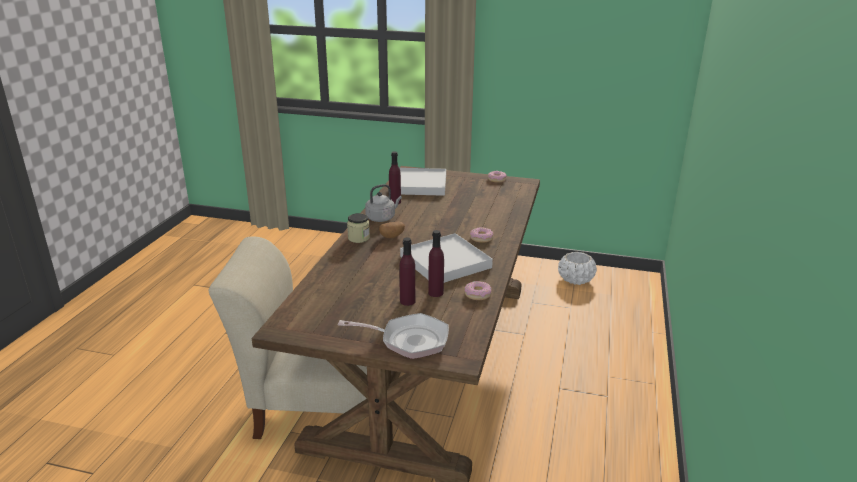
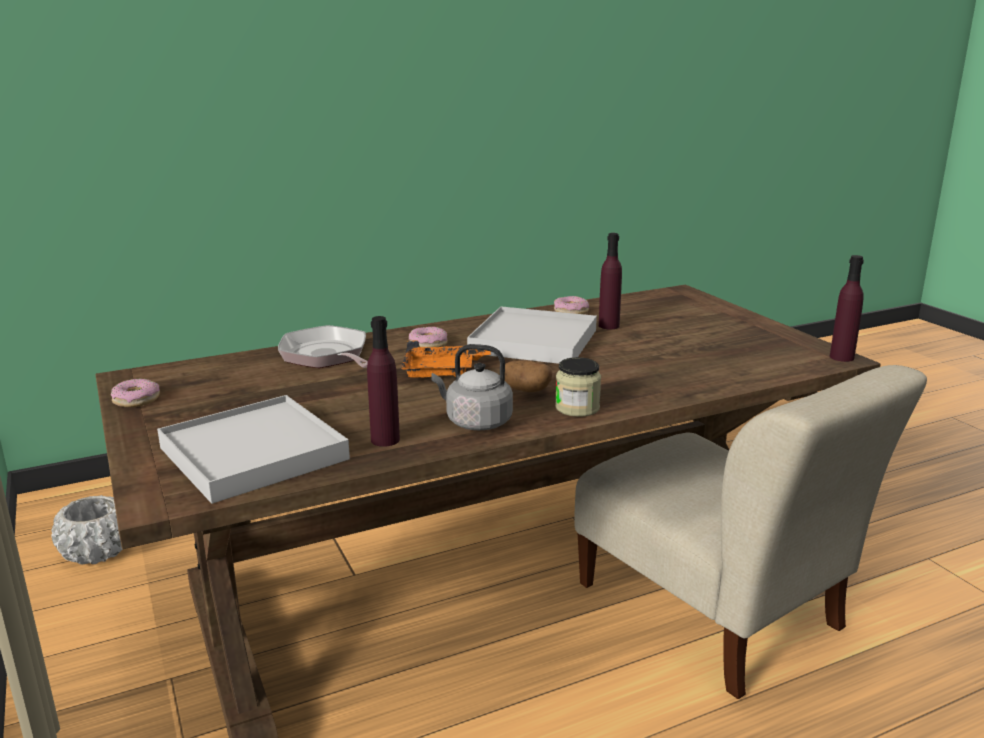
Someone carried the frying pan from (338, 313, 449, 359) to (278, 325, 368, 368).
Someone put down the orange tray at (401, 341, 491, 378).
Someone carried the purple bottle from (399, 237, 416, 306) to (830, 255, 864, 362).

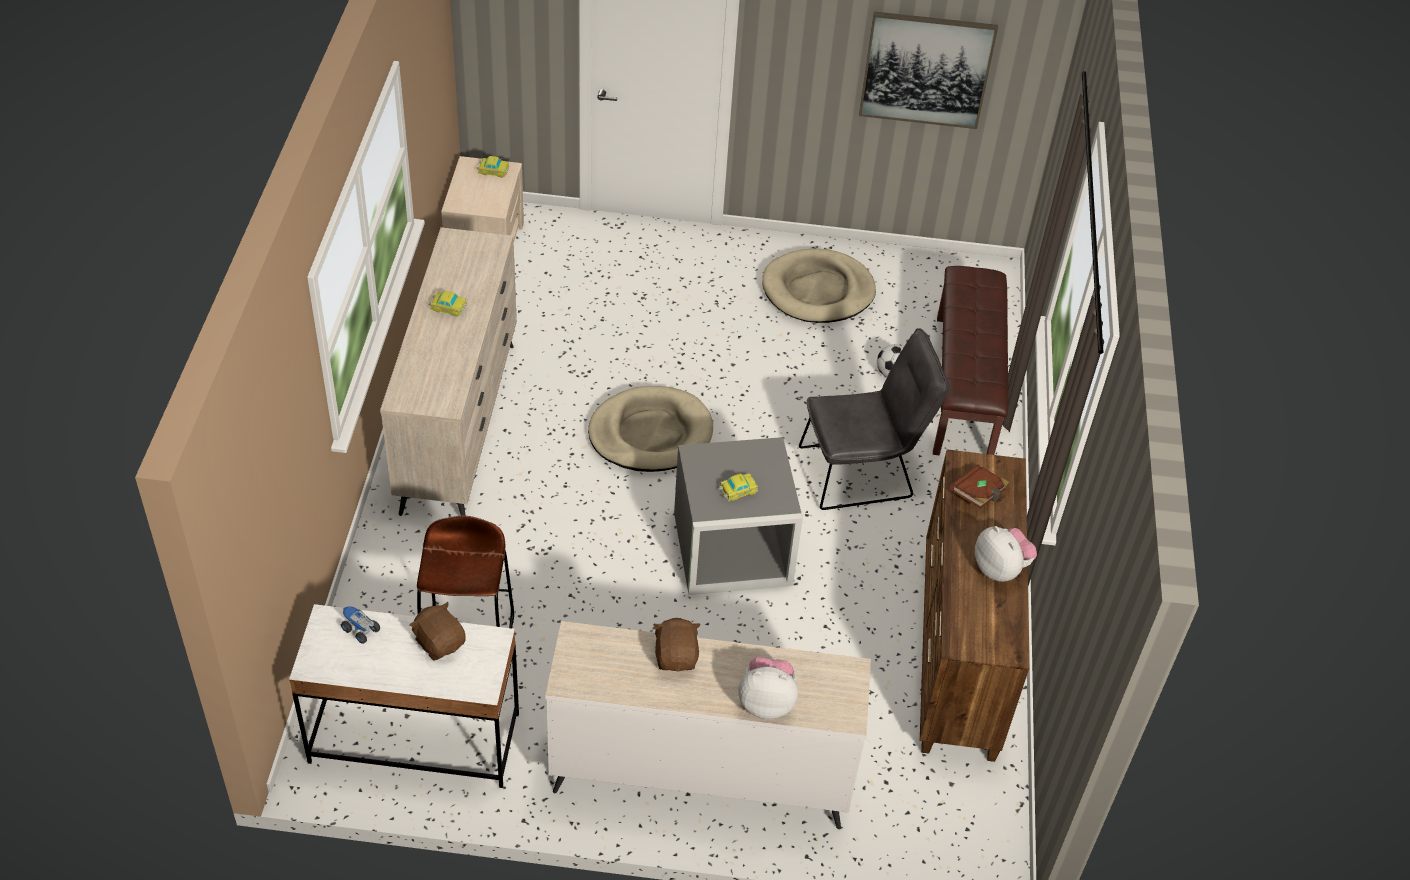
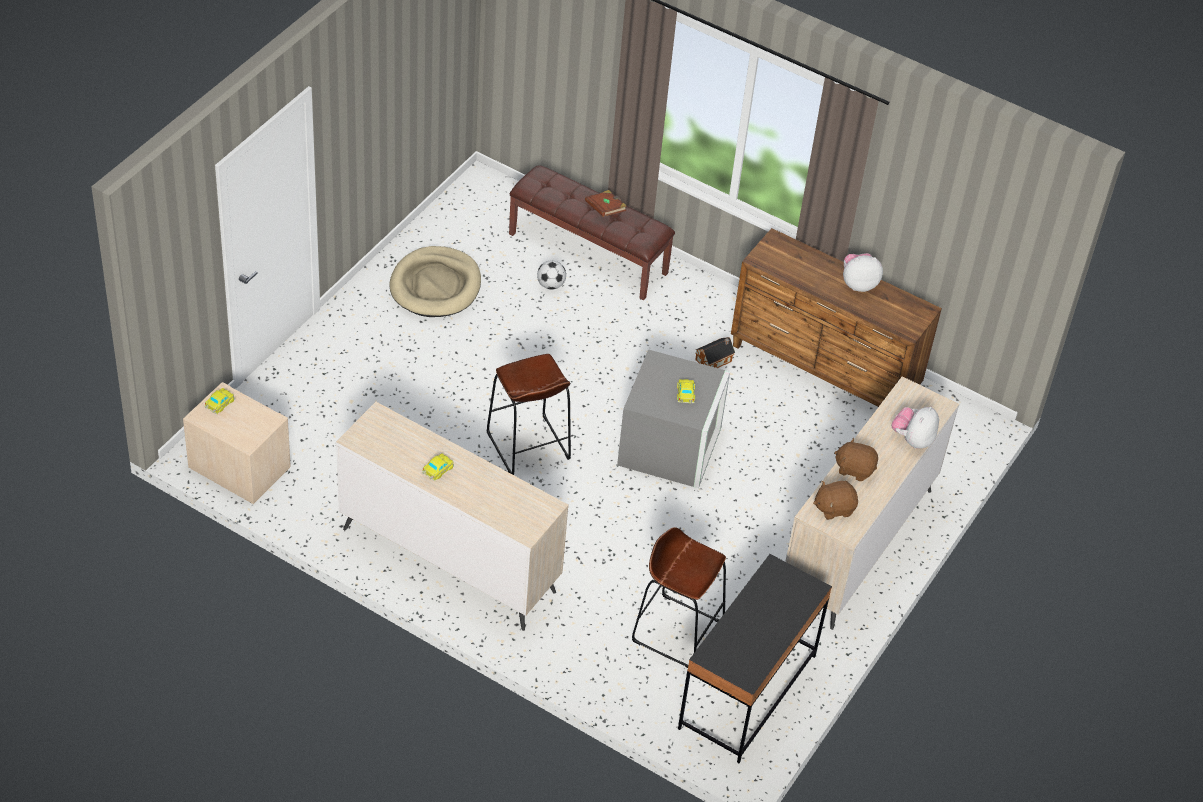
Someone swapped the beige dog bed at (588, 386, 713, 472) for the brown stool at (487, 354, 571, 475).
Someone carried the brown book from (949, 465, 1010, 509) to (585, 190, 626, 217).
Someone repainted the white desk at (289, 604, 519, 788), which became the black desk at (678, 554, 832, 763).
Someone put down the toy house at (695, 337, 735, 368).
Someone carried the brown plush toy from (410, 602, 466, 660) to (813, 481, 858, 520).
Someone took away the toy truck at (341, 606, 380, 644).
Someone took away the grey chair at (799, 328, 950, 510).
Someone took away the picture at (859, 11, 998, 129).

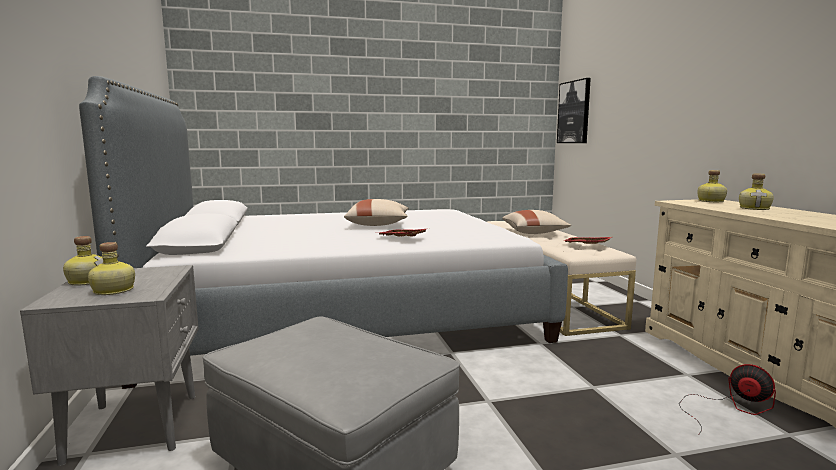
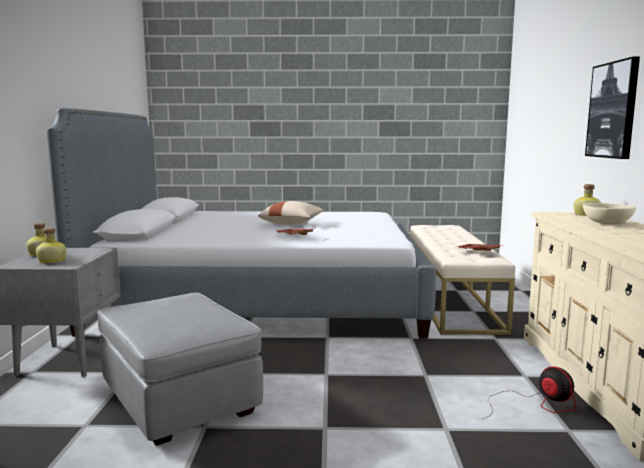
Someone swapped the bottle at (739, 174, 774, 210) for the beige bowl at (583, 203, 636, 225).
Someone carried the picture from (557, 78, 591, 143) to (585, 57, 640, 159).
Someone took away the beige pillow at (502, 210, 571, 234).

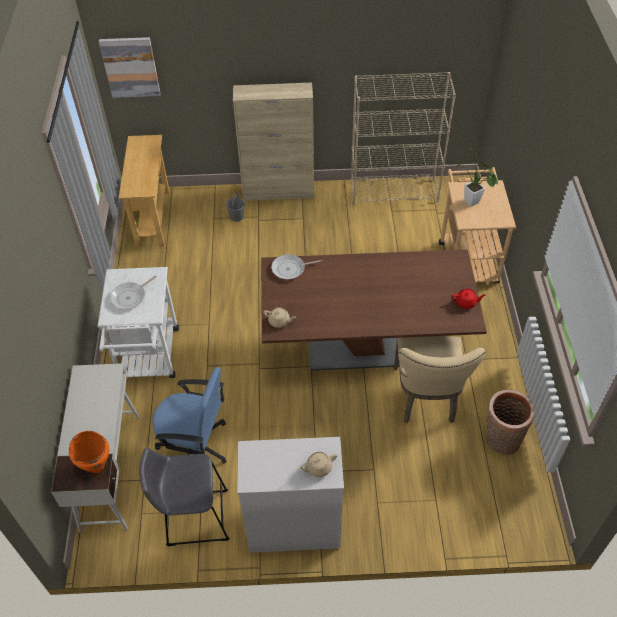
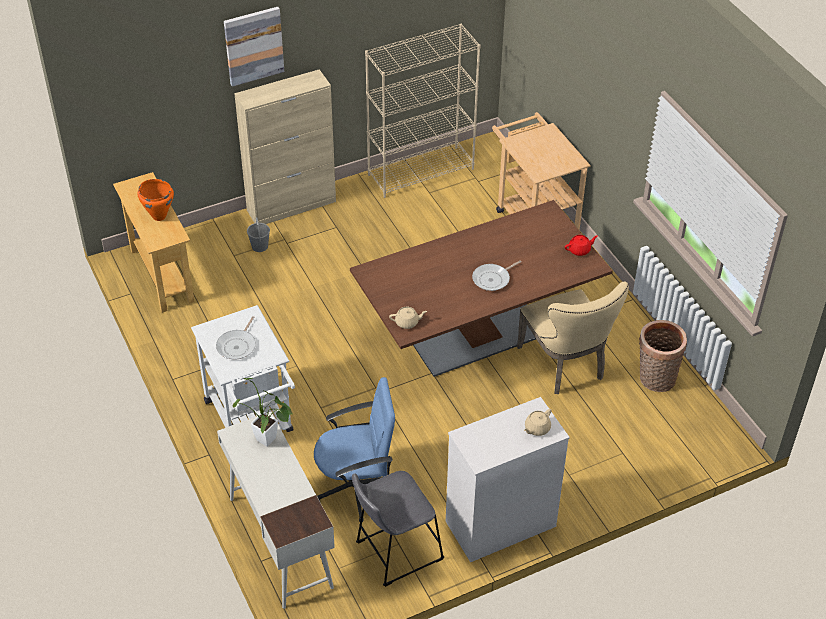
Someone carried the orange cooking pot from (69, 431, 109, 473) to (138, 179, 174, 221).
Someone carried the picture from (99, 37, 161, 98) to (224, 7, 284, 87).
Someone carried the potted plant from (456, 149, 498, 207) to (232, 378, 293, 447).
Someone carried the frying pan from (271, 254, 322, 279) to (472, 260, 522, 291).

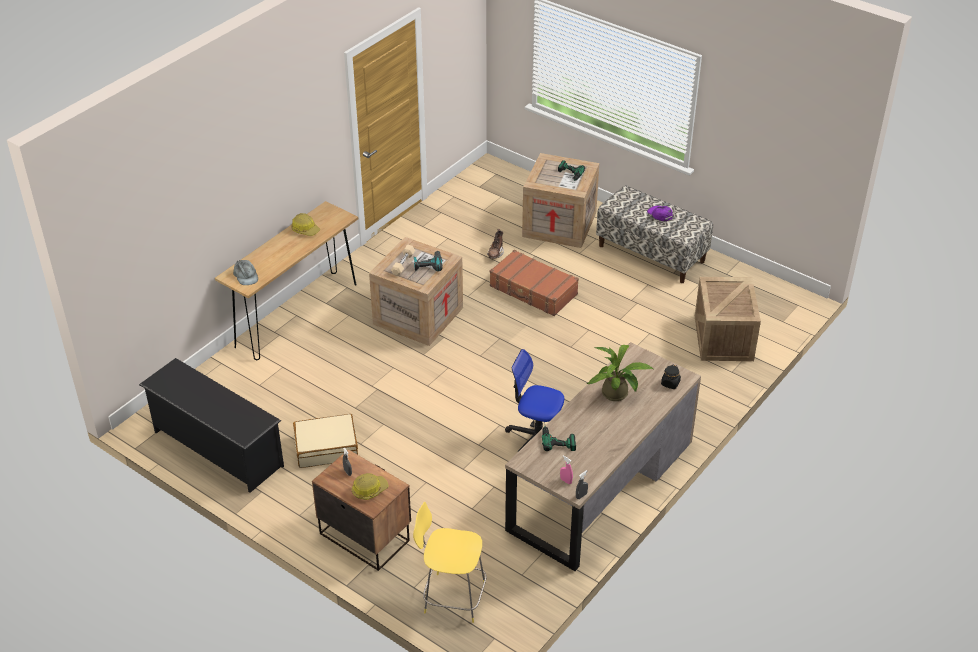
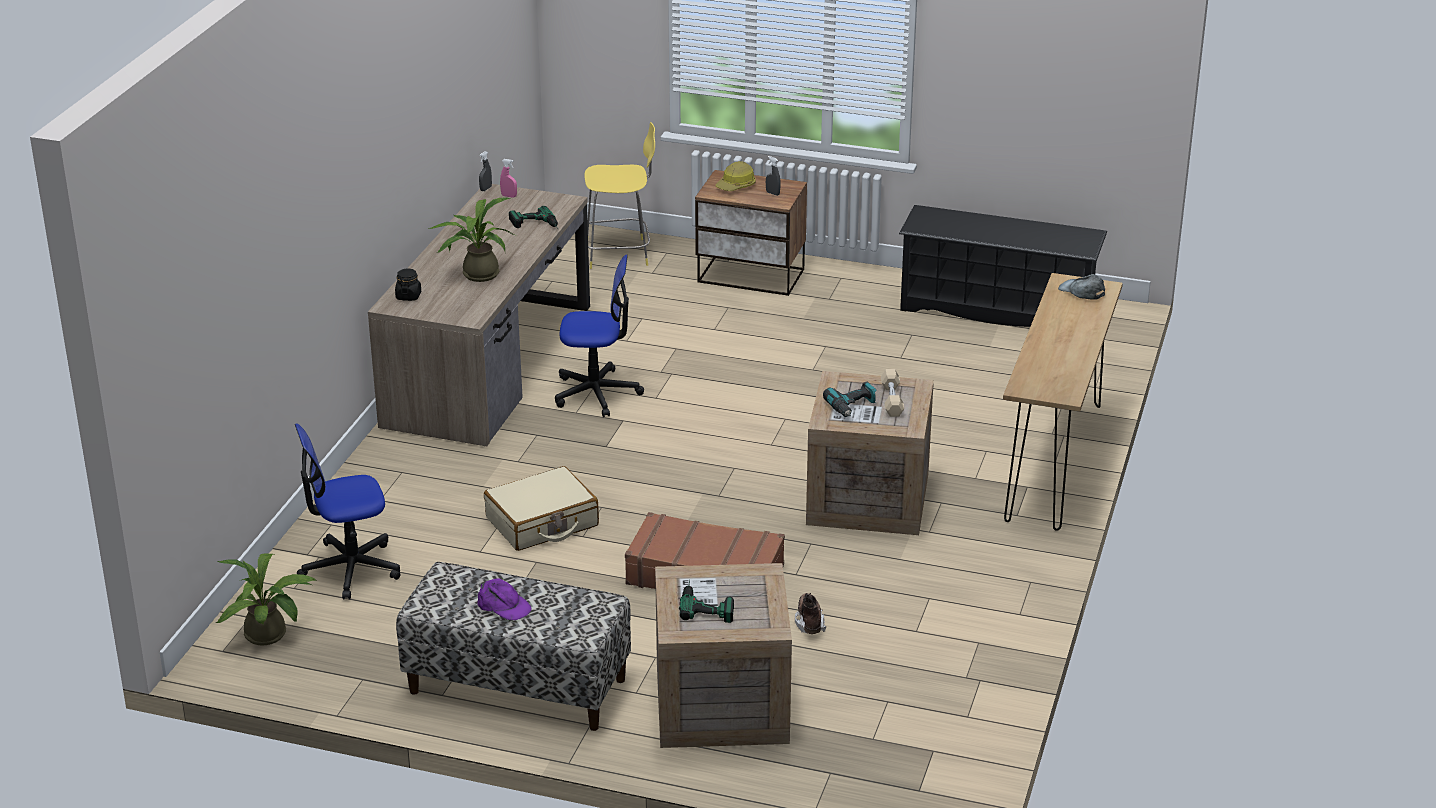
Someone put down the potted plant at (216, 553, 317, 645).
Someone swapped the crate at (695, 277, 761, 361) for the office chair at (295, 424, 401, 599).
Someone carried the beige suitcase from (293, 414, 358, 468) to (484, 466, 599, 551).
Someone took away the hard hat at (291, 213, 320, 236).

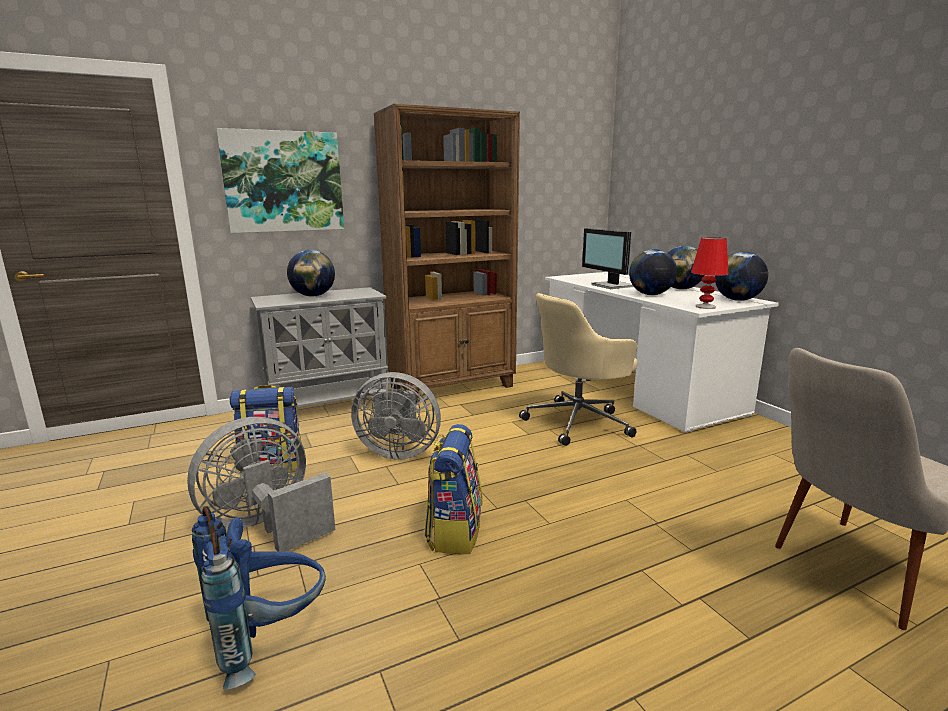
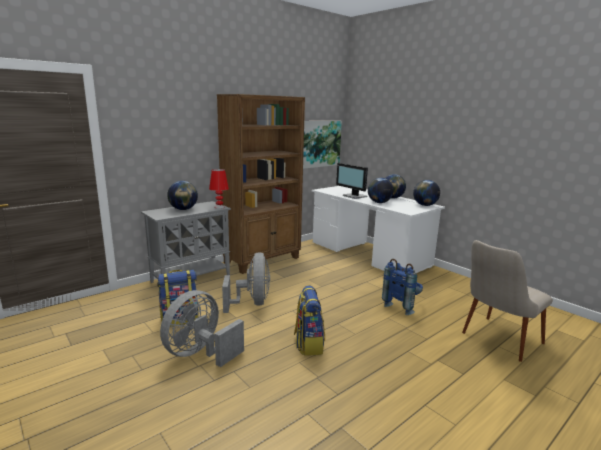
Someone carried the red table lamp from (691, 237, 728, 309) to (209, 169, 229, 209).
Someone rotated the grey fan at (351, 372, 441, 460) by 90 degrees counterclockwise.
Someone carried the picture from (216, 128, 344, 233) to (303, 121, 342, 169).
Someone carried the blue backpack from (192, 506, 326, 689) to (382, 259, 423, 315).
Someone took away the beige office chair at (519, 293, 638, 446).

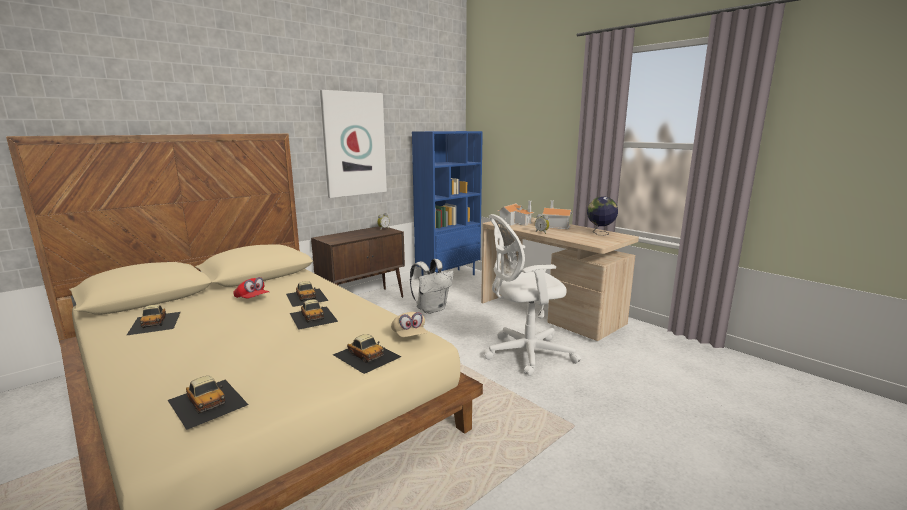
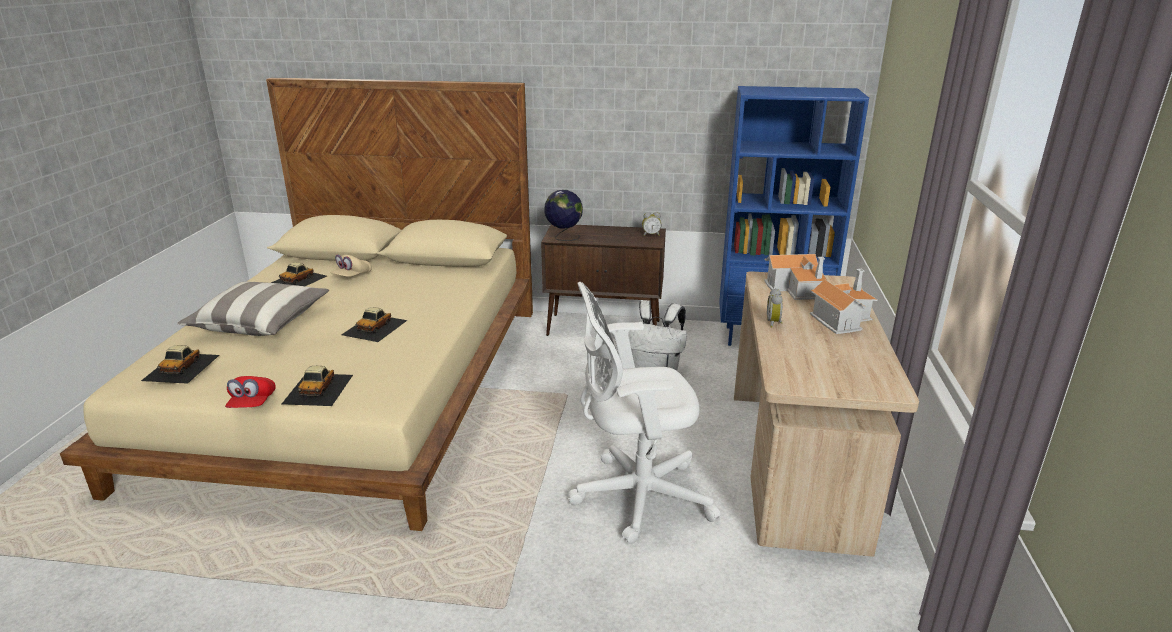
Someone put down the pillow at (177, 282, 329, 336).
Someone carried the red cap from (233, 277, 269, 299) to (225, 376, 276, 408).
Someone carried the beige cap from (391, 312, 427, 337) to (330, 255, 372, 277).
Someone carried the globe from (587, 197, 618, 235) to (544, 190, 583, 241).
Someone rotated the white office chair at (483, 214, 581, 376) by 45 degrees counterclockwise.
Someone took away the toy car at (286, 281, 328, 307).
Someone took away the picture at (320, 90, 387, 198).

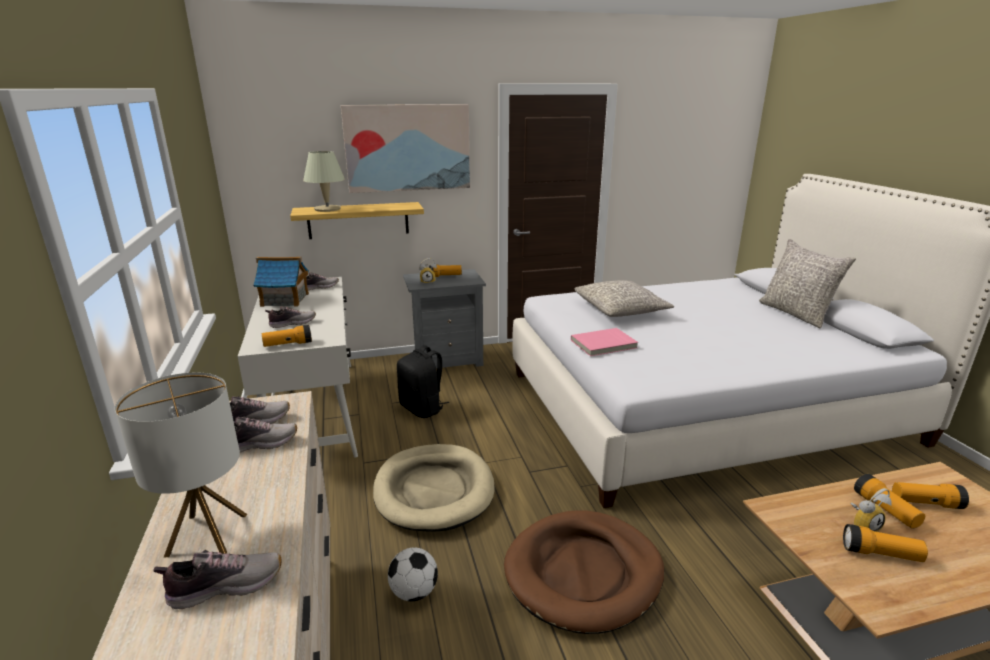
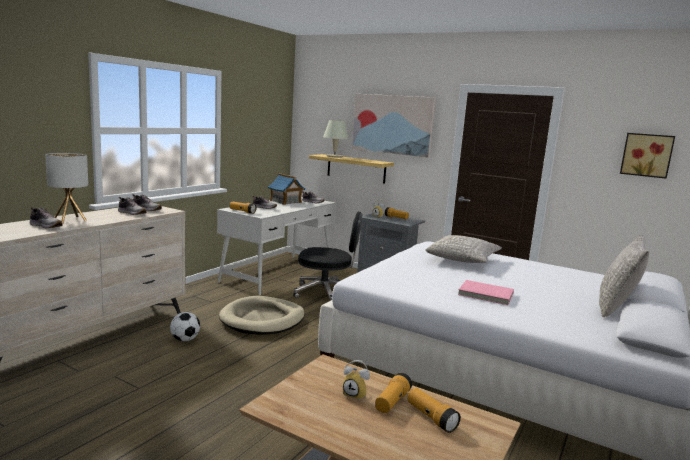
Someone swapped the black backpack at (397, 345, 450, 418) for the black office chair at (293, 212, 363, 301).
Someone carried the pink book from (571, 328, 638, 356) to (458, 280, 514, 305).
Someone put up the picture at (620, 133, 675, 179).
Someone took away the brown dog bed at (504, 510, 664, 634).
Someone took away the flashlight at (843, 524, 928, 562).

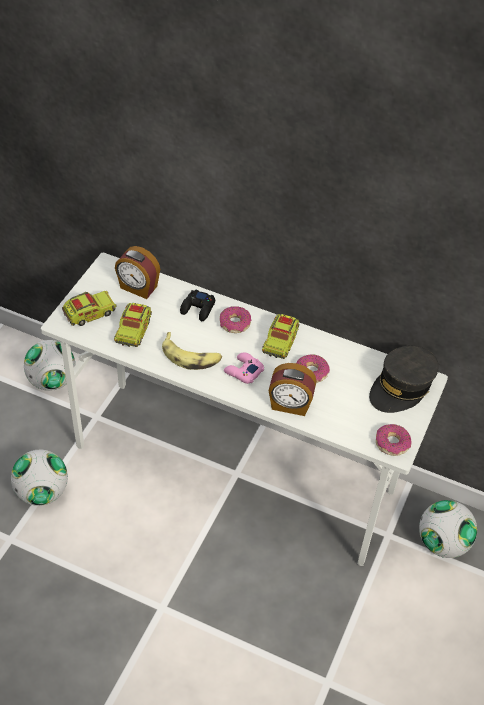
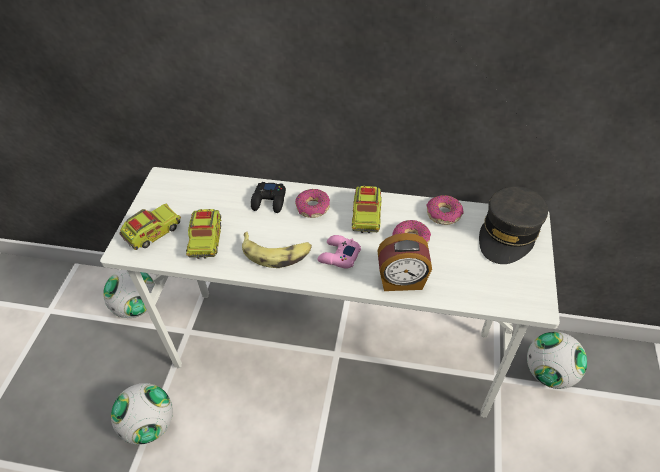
Someone carried the donut from (376, 424, 412, 456) to (426, 195, 464, 225).
Someone took away the alarm clock at (115, 246, 160, 299).

